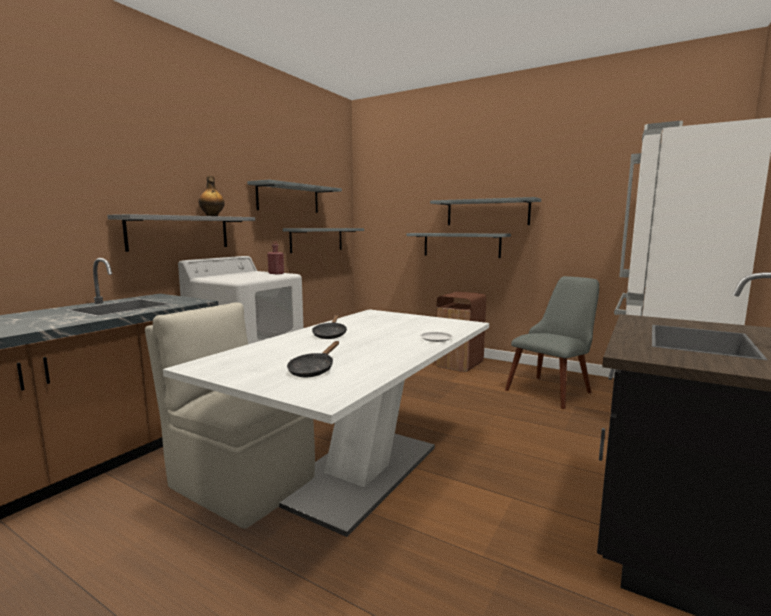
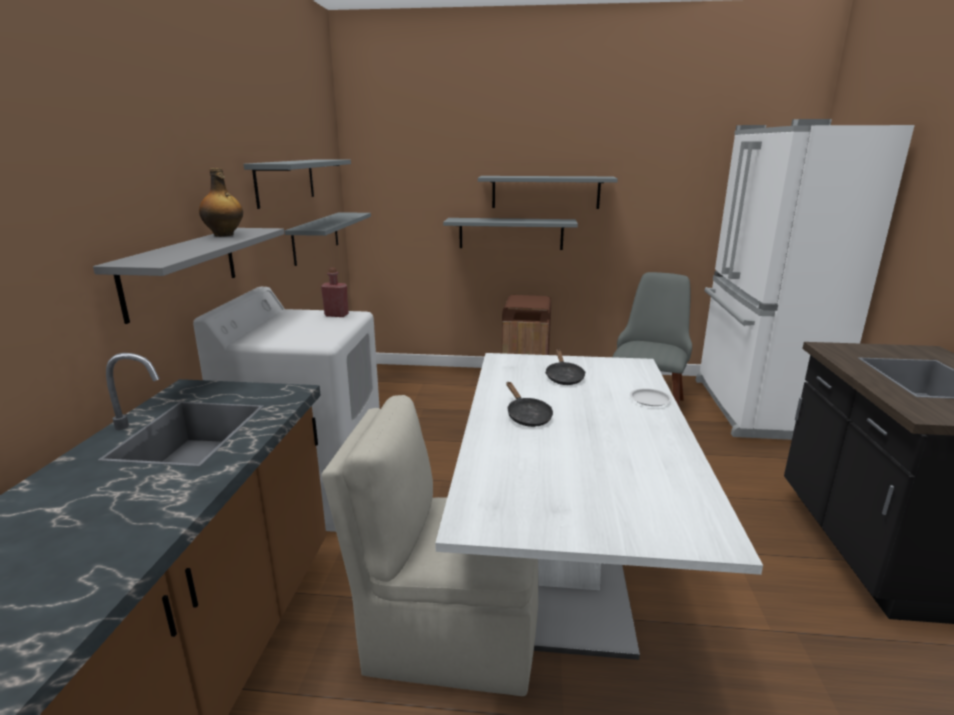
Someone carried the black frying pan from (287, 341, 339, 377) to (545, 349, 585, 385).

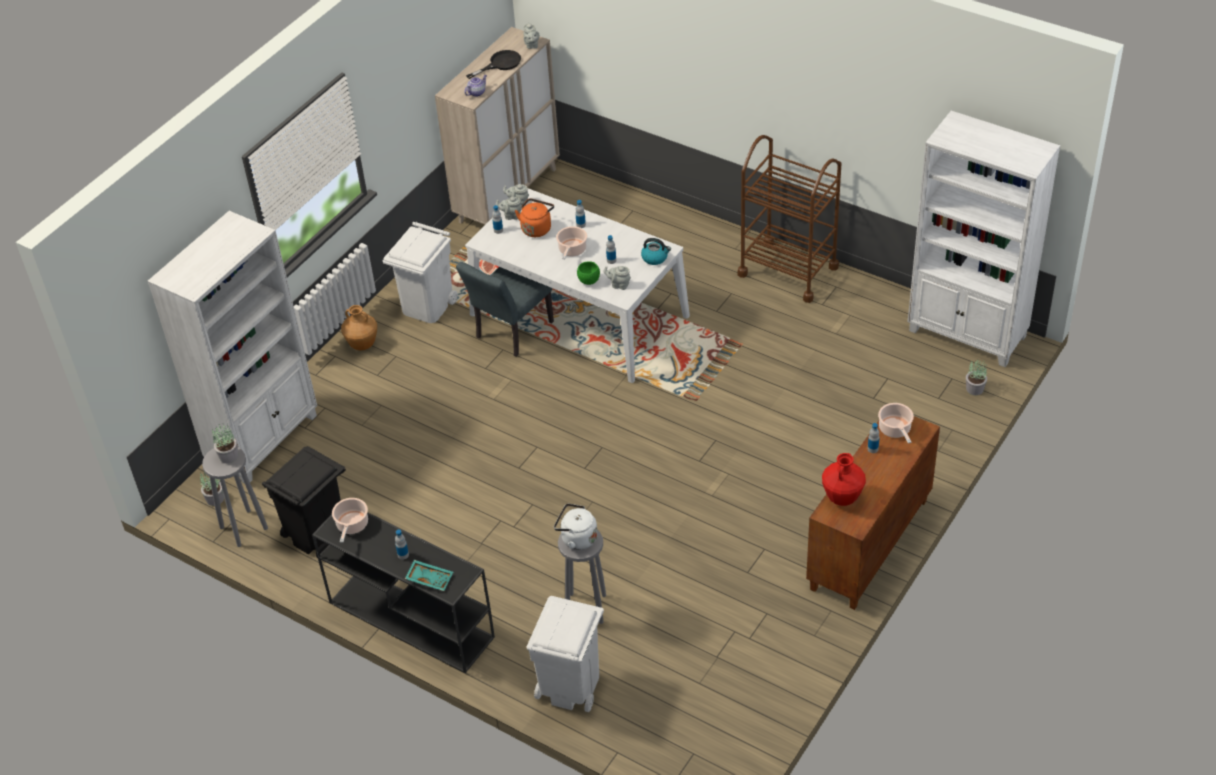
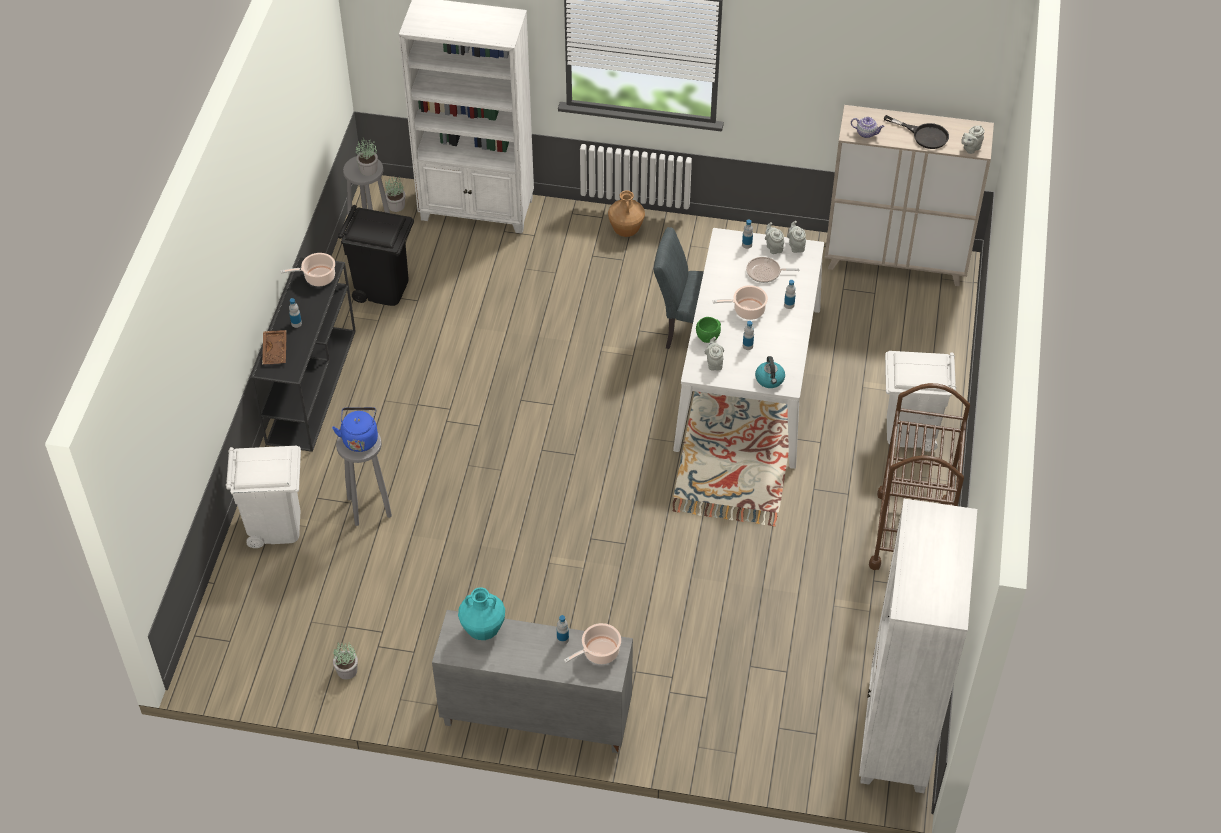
Someone repainted the turquoise tray at (405, 560, 453, 591), which became the brown tray at (262, 330, 287, 364).
Someone repainted the white kettle at (554, 504, 598, 550), which became the blue kettle at (332, 407, 378, 452).
Someone carried the potted plant from (966, 360, 987, 395) to (333, 642, 358, 680).
Someone repainted the brown cabinet at (806, 416, 940, 610), which became the grey cabinet at (432, 610, 633, 753).
Someone repainted the red vase at (822, 453, 866, 506), which became the turquoise vase at (458, 587, 505, 640).
Someone swapped the orange kettle at (515, 198, 554, 237) for the frying pan at (746, 257, 800, 283).
Someone carried the white trash can from (383, 222, 458, 323) to (885, 351, 956, 452).

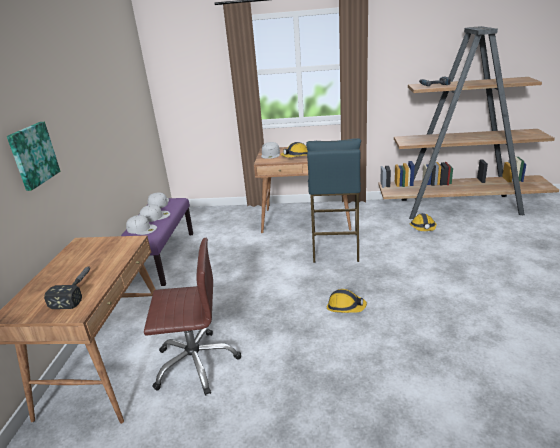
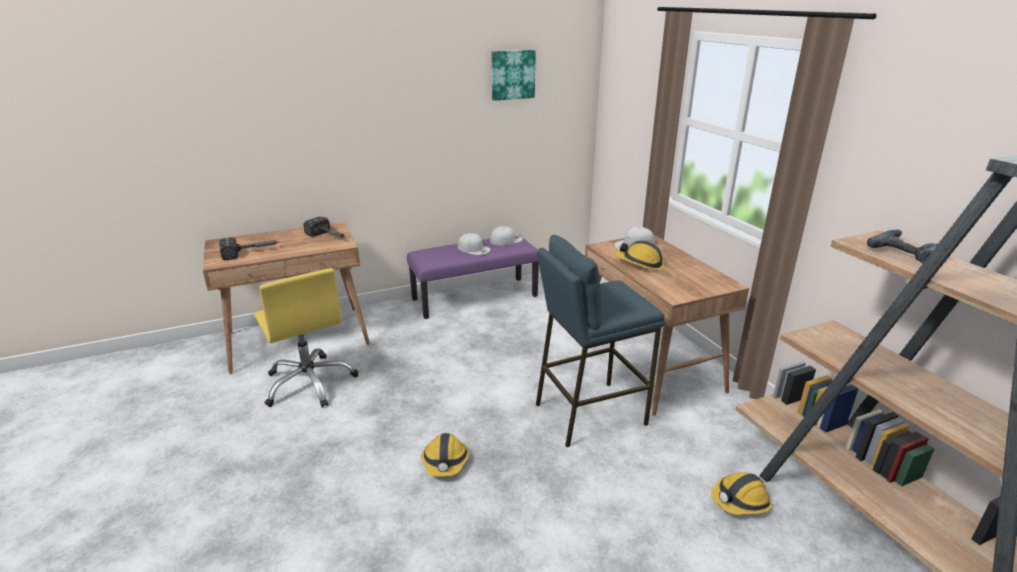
Someone repainted the brown office chair at (144, 238, 241, 396), which became the yellow office chair at (254, 268, 358, 408).
Someone put down the hammer at (303, 217, 345, 237).
Someone carried the picture from (7, 122, 61, 191) to (491, 50, 536, 101).
Someone took away the white cap at (126, 215, 157, 235).

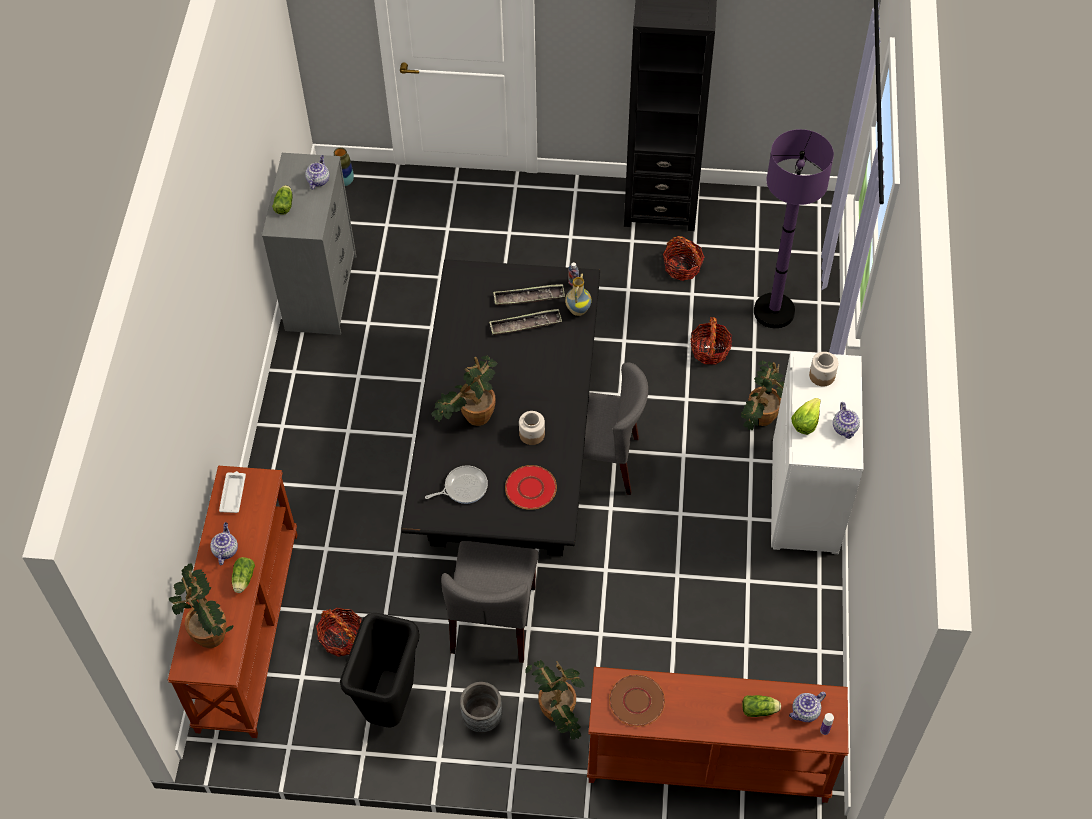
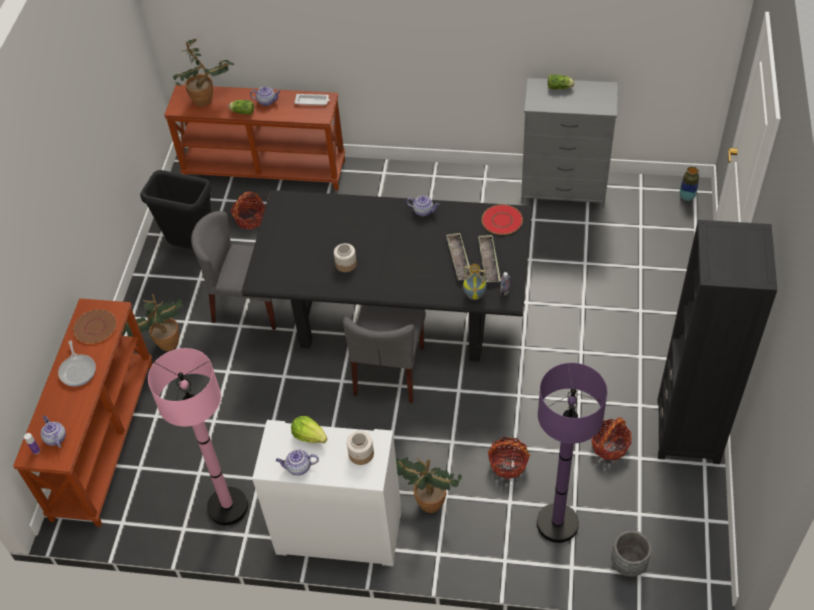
Someone carried the frying pan from (425, 465, 488, 504) to (58, 341, 96, 387).
Someone put down the pink floor lamp at (148, 348, 248, 525).
Someone carried the teapot from (305, 155, 329, 189) to (407, 195, 439, 216).
Someone carried the red plate from (505, 465, 557, 510) to (482, 204, 523, 235).
Someone carried the grey planter from (460, 682, 502, 733) to (611, 530, 652, 577).
Someone took away the potted plant at (431, 356, 497, 426).
Someone took away the lettuce at (742, 695, 781, 717).

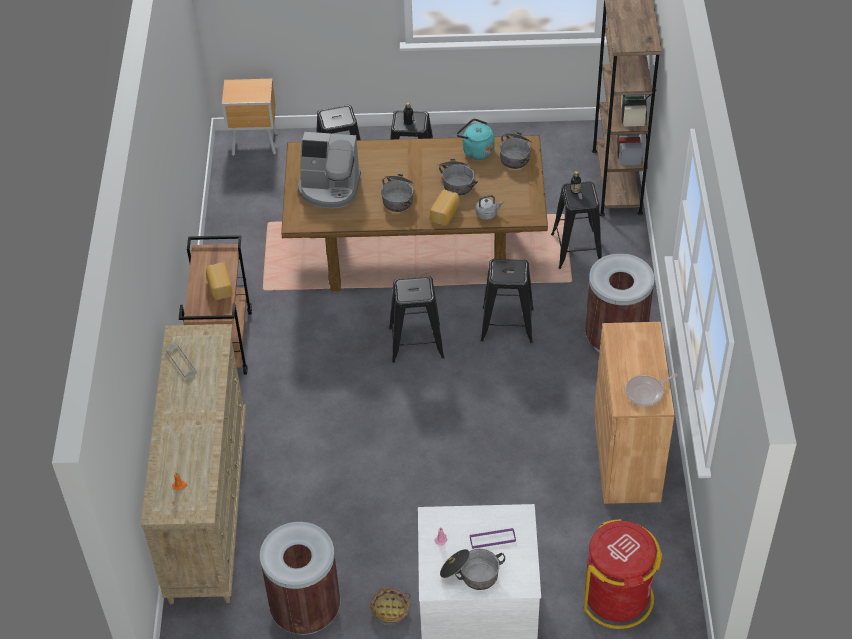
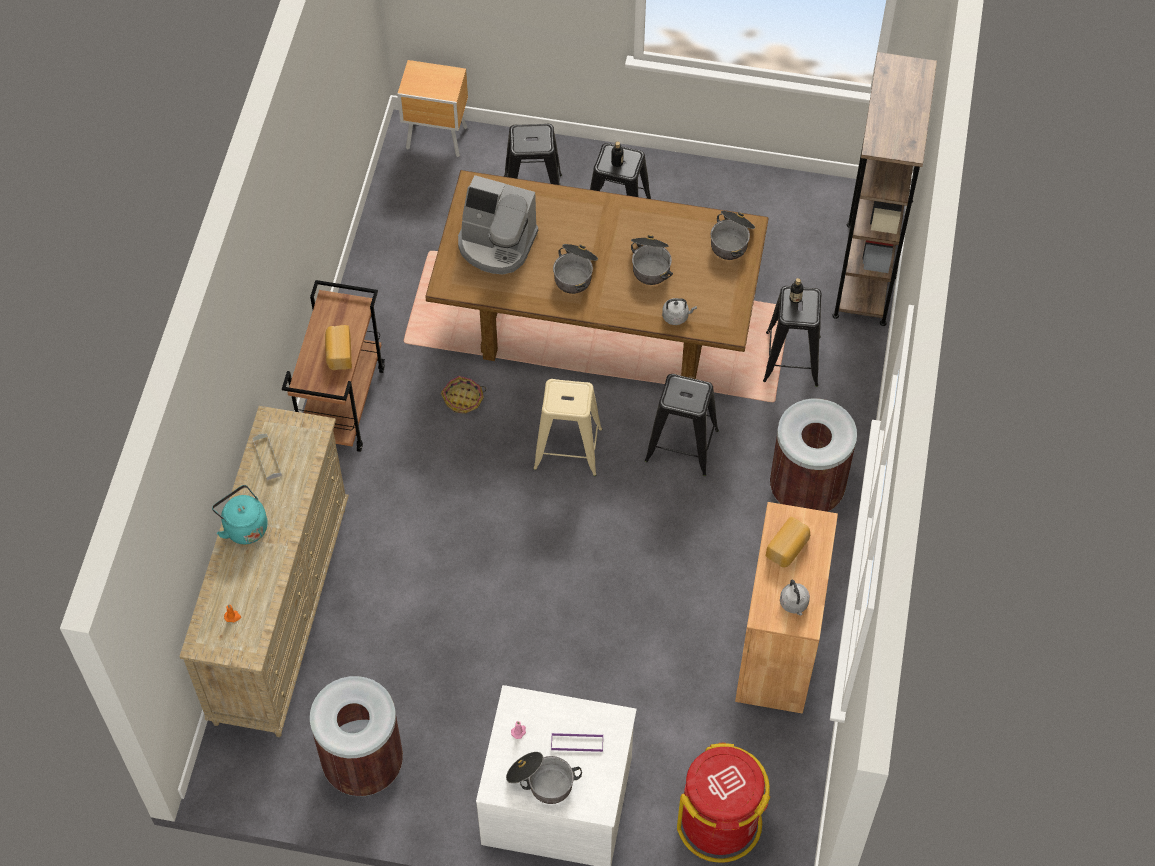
Someone carried the turquoise kettle from (456, 118, 495, 160) to (212, 485, 268, 544).
Someone carried the basket from (369, 588, 410, 623) to (441, 376, 486, 414).
Someone repainted the black stool at (389, 276, 444, 363), which became the beige stool at (533, 379, 602, 476).
Someone carried the bread from (430, 190, 460, 226) to (766, 516, 810, 568).
Someone swapped the frying pan at (625, 374, 678, 406) for the grey kettle at (780, 580, 810, 616).

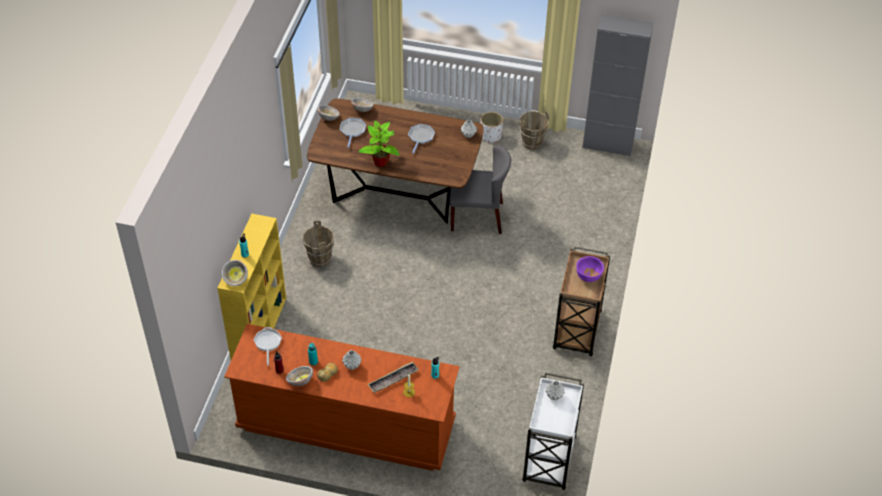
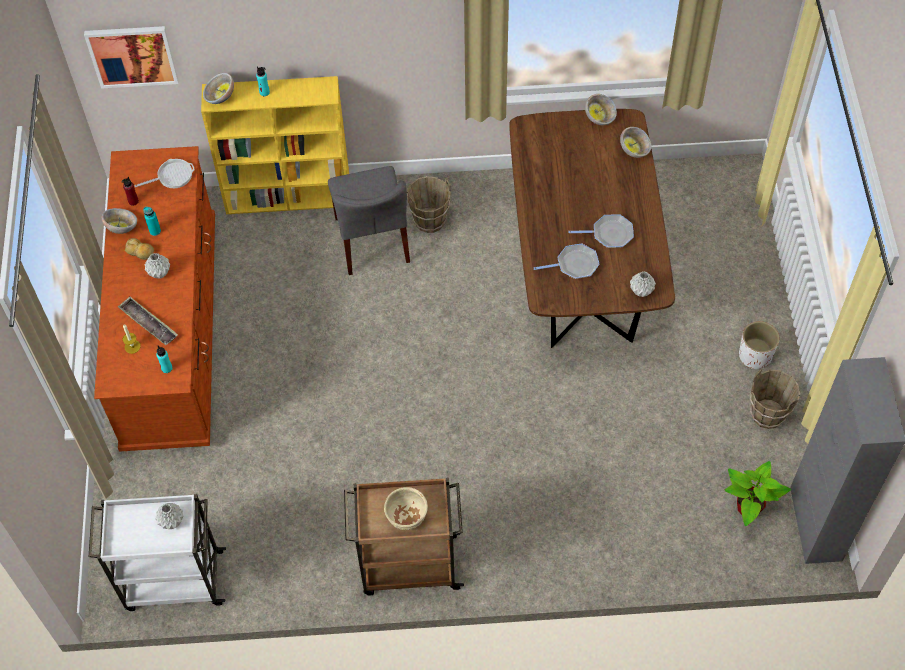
Someone put up the picture at (84, 26, 178, 89).
Someone carried the grey chair from (449, 145, 511, 234) to (328, 166, 410, 275).
Someone repainted the purple bowl at (576, 256, 604, 282), which became the beige bowl at (384, 487, 428, 530).
Someone carried the frying pan from (340, 118, 366, 148) to (534, 244, 599, 279).
Someone carried the potted plant from (358, 120, 400, 167) to (724, 461, 791, 526).

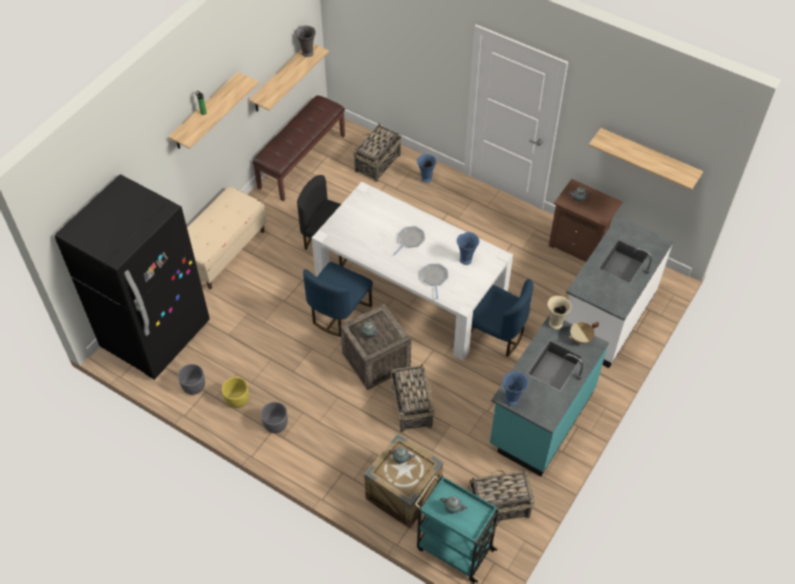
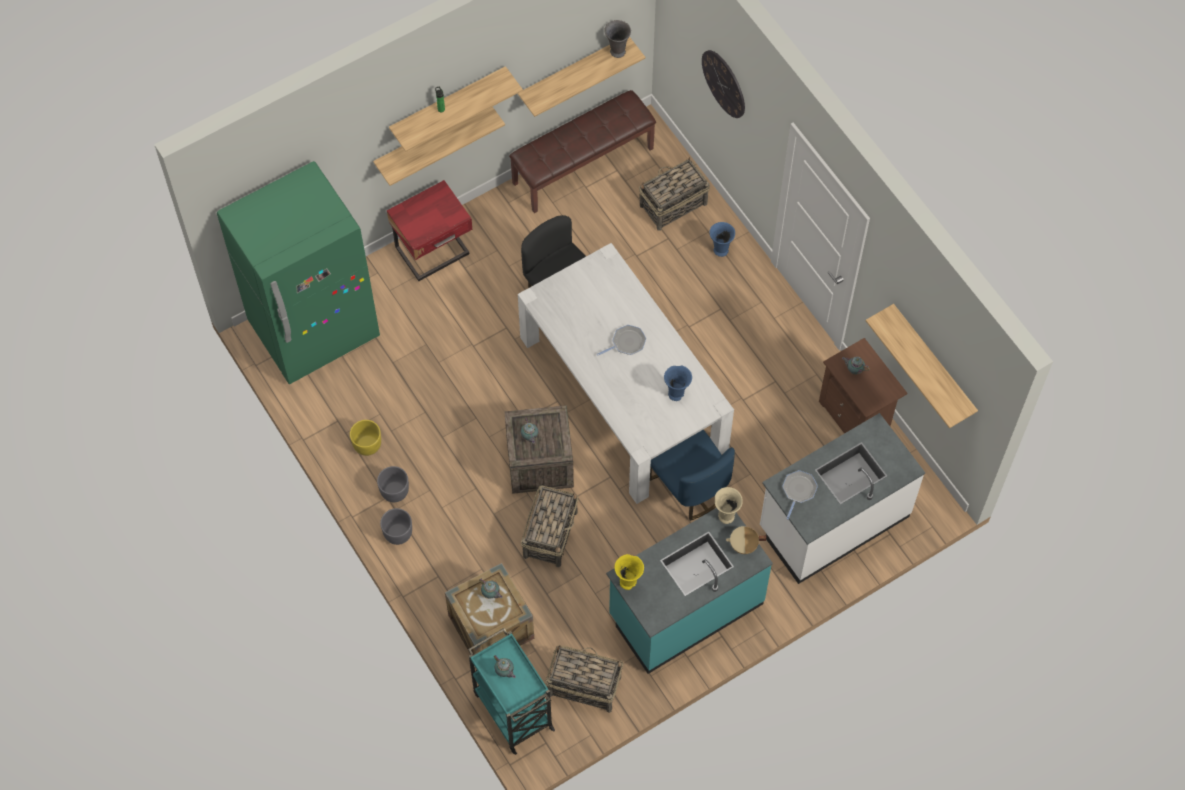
Someone repainted the black fridge at (55, 174, 210, 380), which became the green fridge at (217, 161, 380, 384).
Someone put up the shelf at (373, 107, 505, 186).
Someone carried the grey planter from (178, 364, 205, 395) to (380, 508, 412, 545).
Someone swapped the beige bench at (187, 186, 267, 289) for the red nightstand at (387, 180, 472, 281).
Someone repainted the blue vase at (503, 371, 528, 406), which became the yellow vase at (614, 554, 644, 590).
Someone put up the wall clock at (702, 50, 745, 118).
Someone carried the frying pan from (421, 264, 448, 299) to (782, 470, 818, 520).
Someone took away the blue chair at (303, 262, 373, 337).

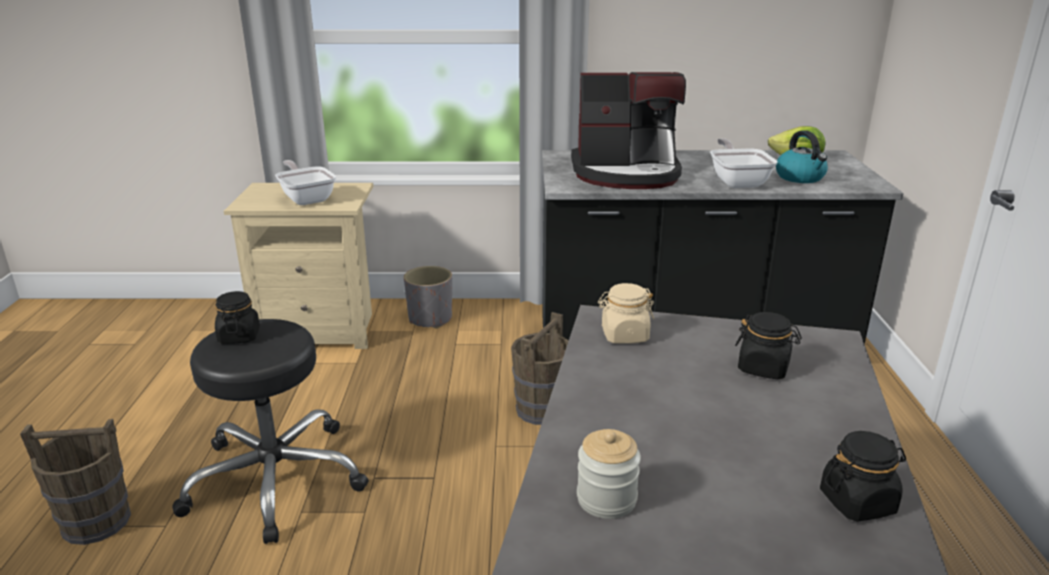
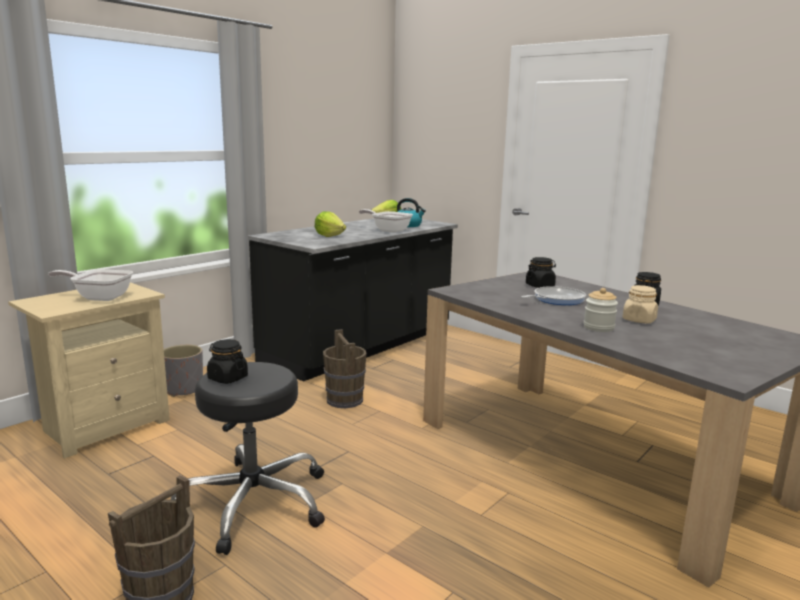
Someone swapped the coffee machine at (571, 72, 686, 189) for the lettuce at (315, 211, 346, 237).
Someone put down the frying pan at (521, 286, 586, 305).
Someone carried the beige jar from (598, 283, 654, 344) to (622, 285, 658, 323).

